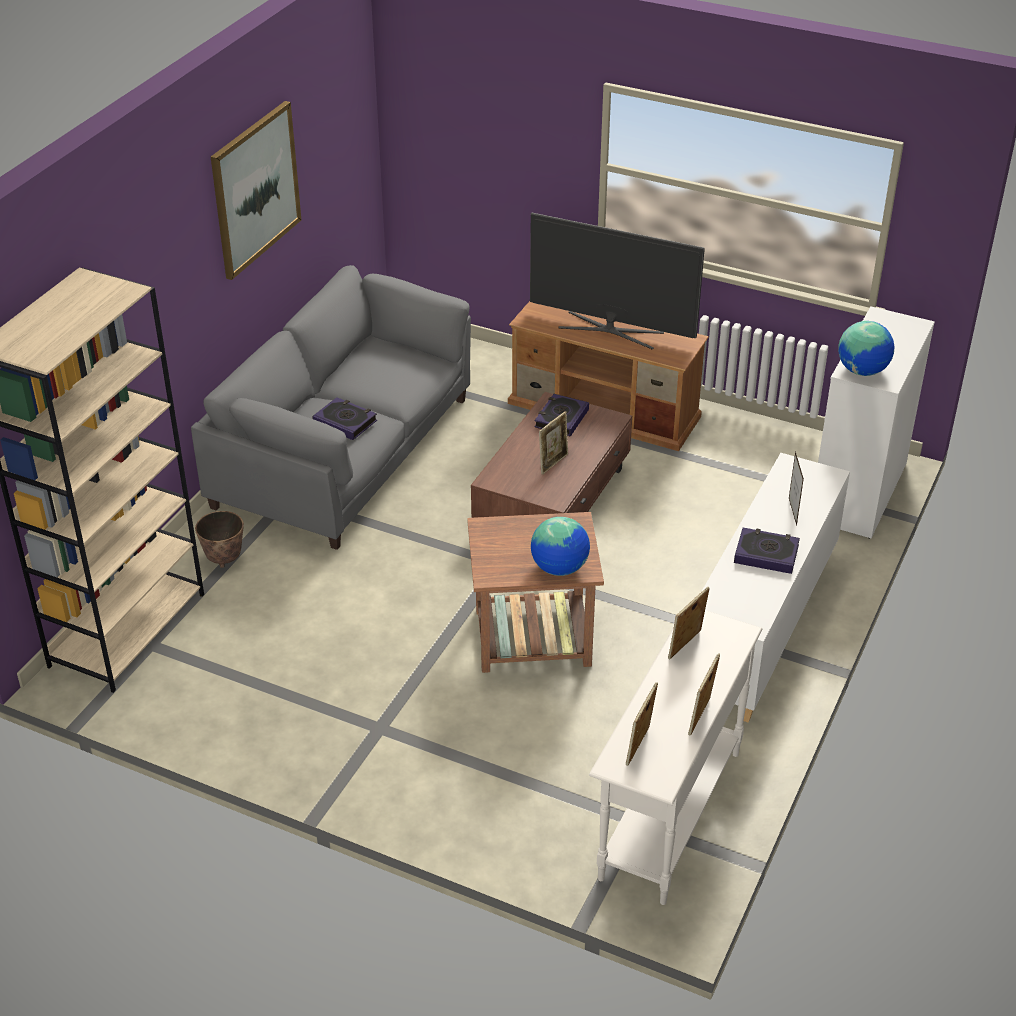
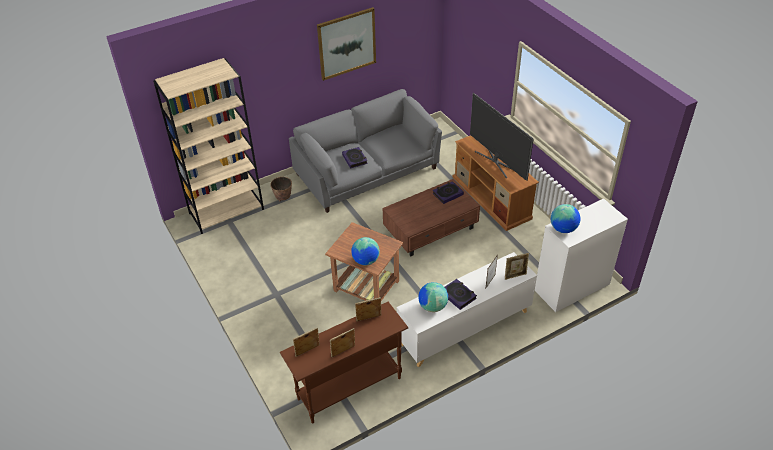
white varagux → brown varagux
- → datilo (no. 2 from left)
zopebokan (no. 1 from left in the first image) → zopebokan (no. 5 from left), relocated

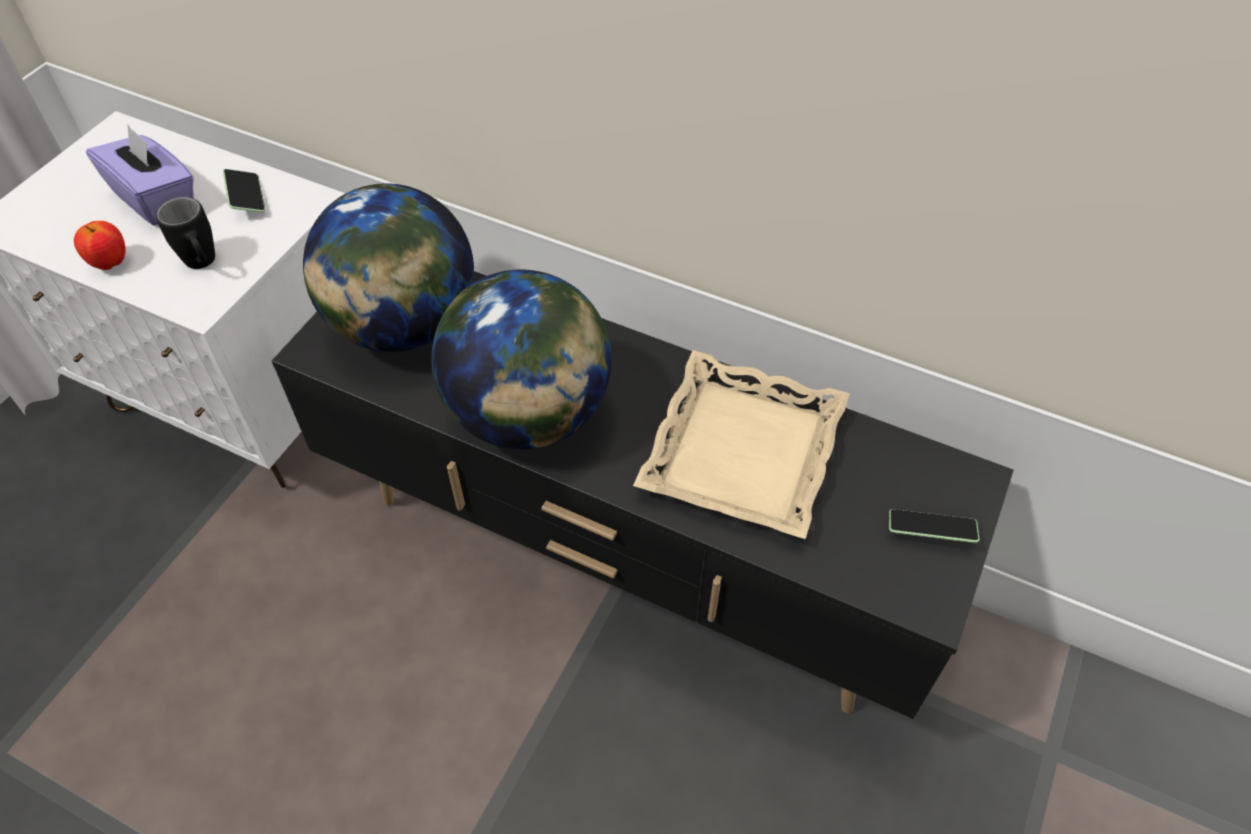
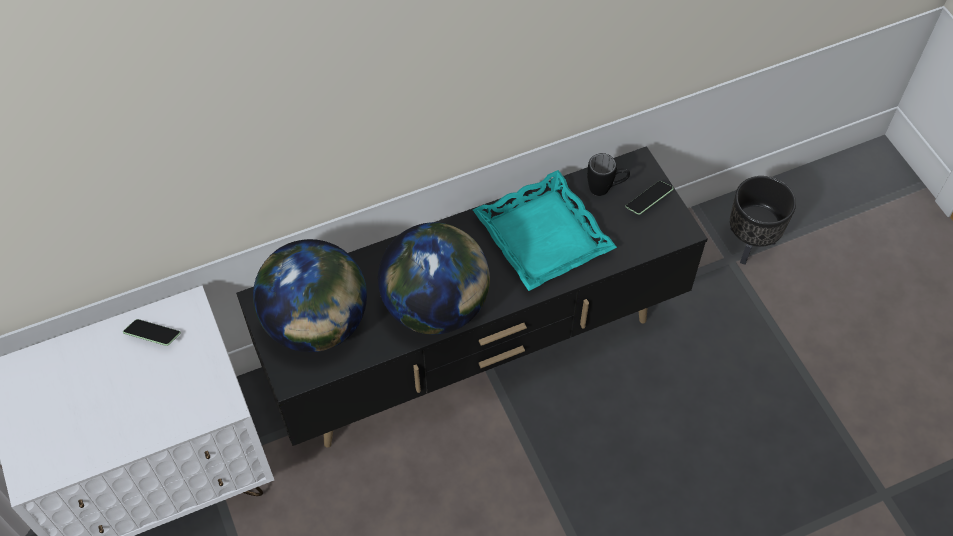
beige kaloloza → turquoise kaloloza
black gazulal, relocated
- → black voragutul
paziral → -
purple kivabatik → -

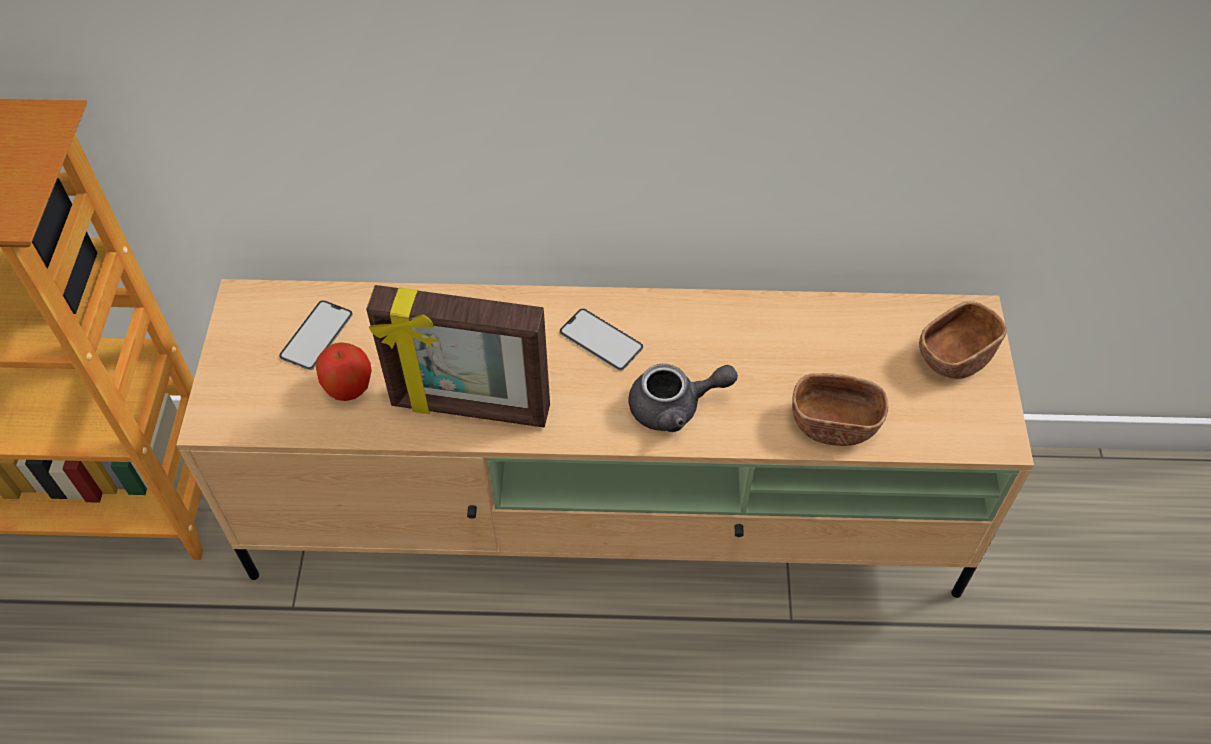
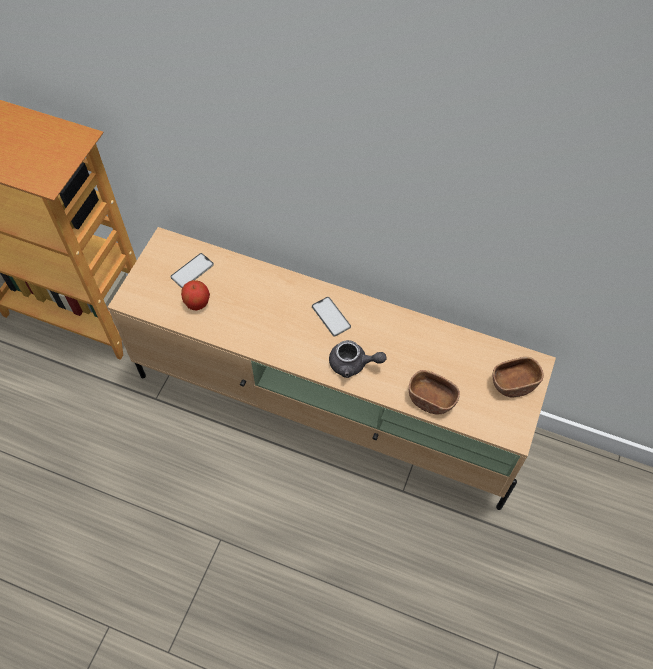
zopebokan → -

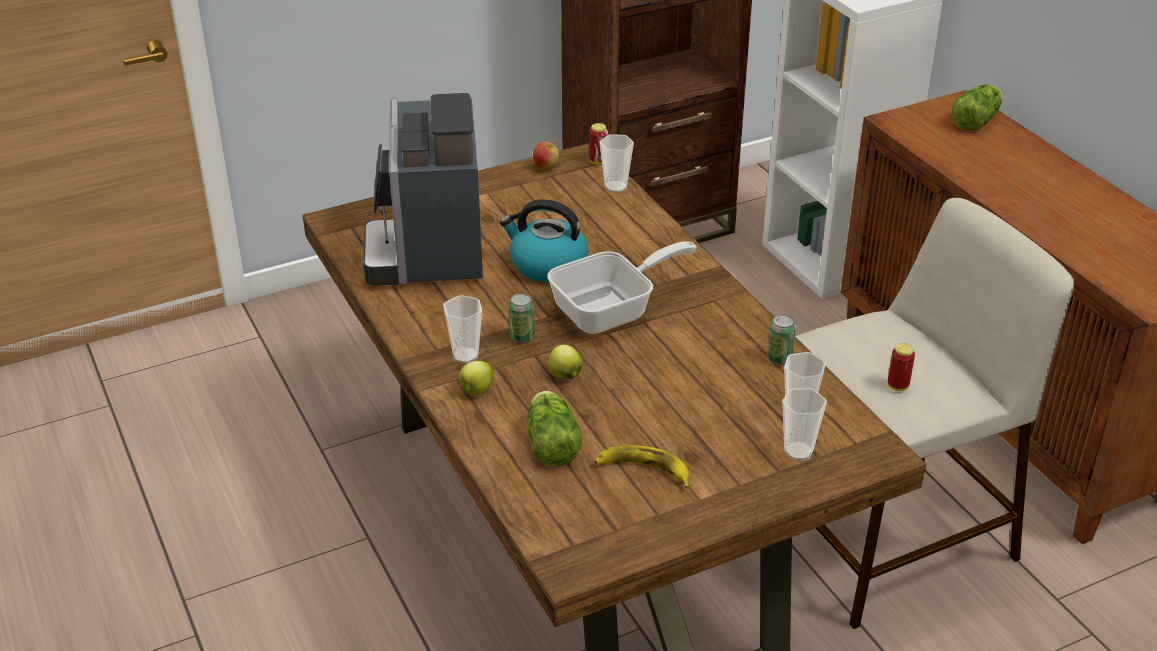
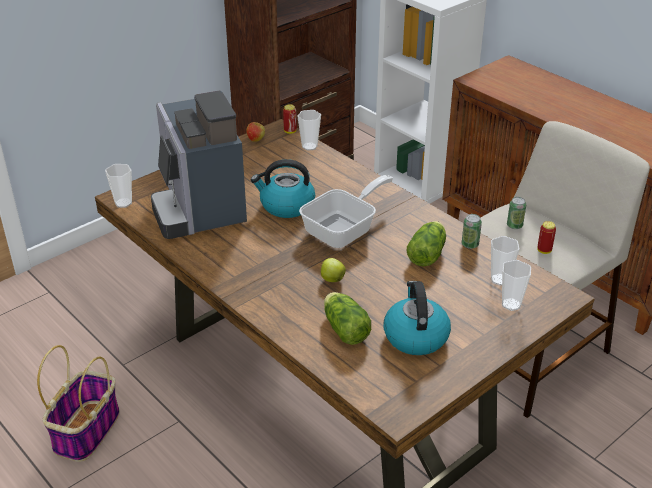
- → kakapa
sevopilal (no. 1 from left), relocated
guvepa → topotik (no. 2 from left)
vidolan (no. 2 from left), relocated
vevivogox (no. 1 from left in the first image) → vevivogox (no. 3 from left), relocated
paziral (no. 1 from left) → -

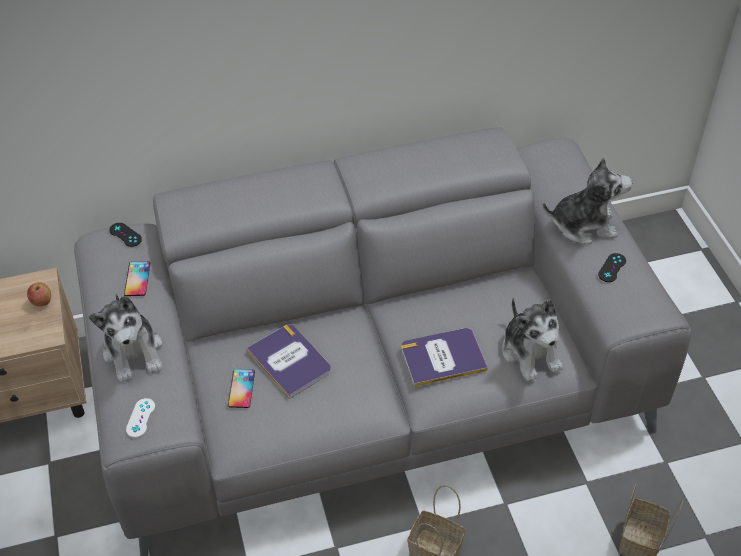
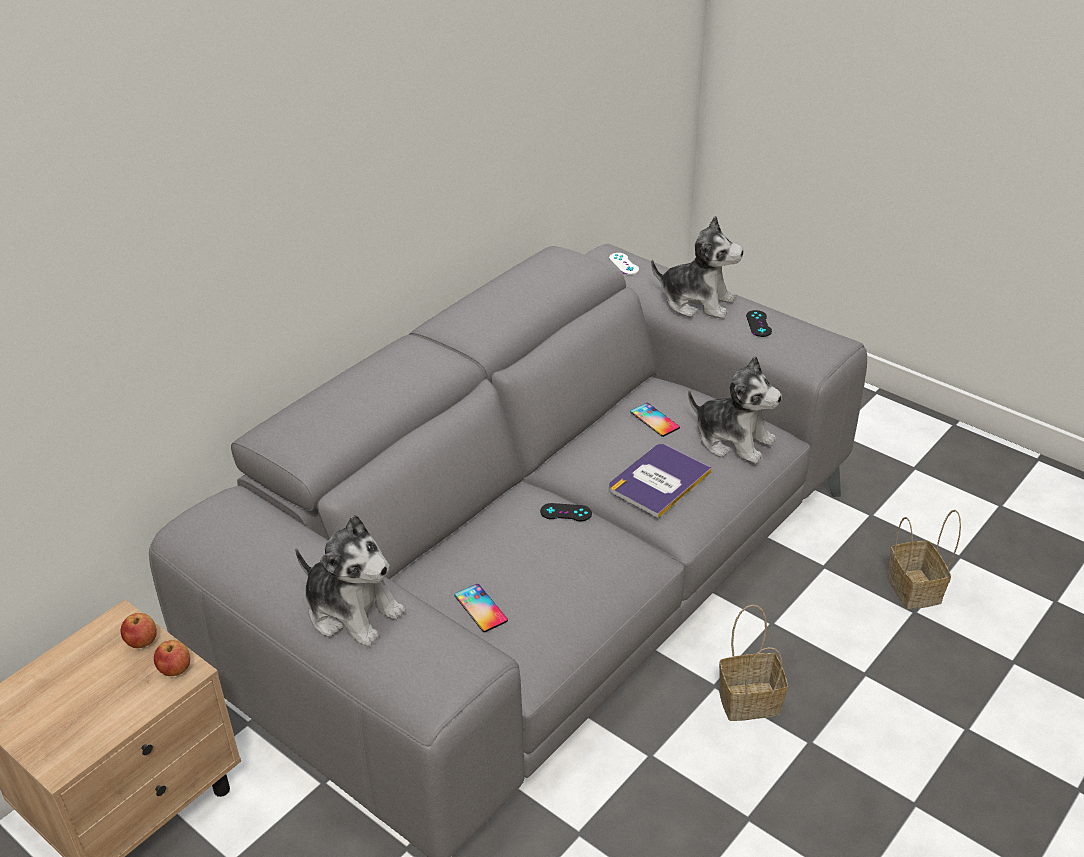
- → paziral (no. 2 from left)
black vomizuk (no. 1 from left), relocated
white vomizuk, relocated
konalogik (no. 1 from left in the first image) → konalogik (no. 2 from left), relocated
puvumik (no. 3 from left in the first image) → puvumik (no. 2 from left), 60 degrees clockwise
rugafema (no. 1 from left) → -

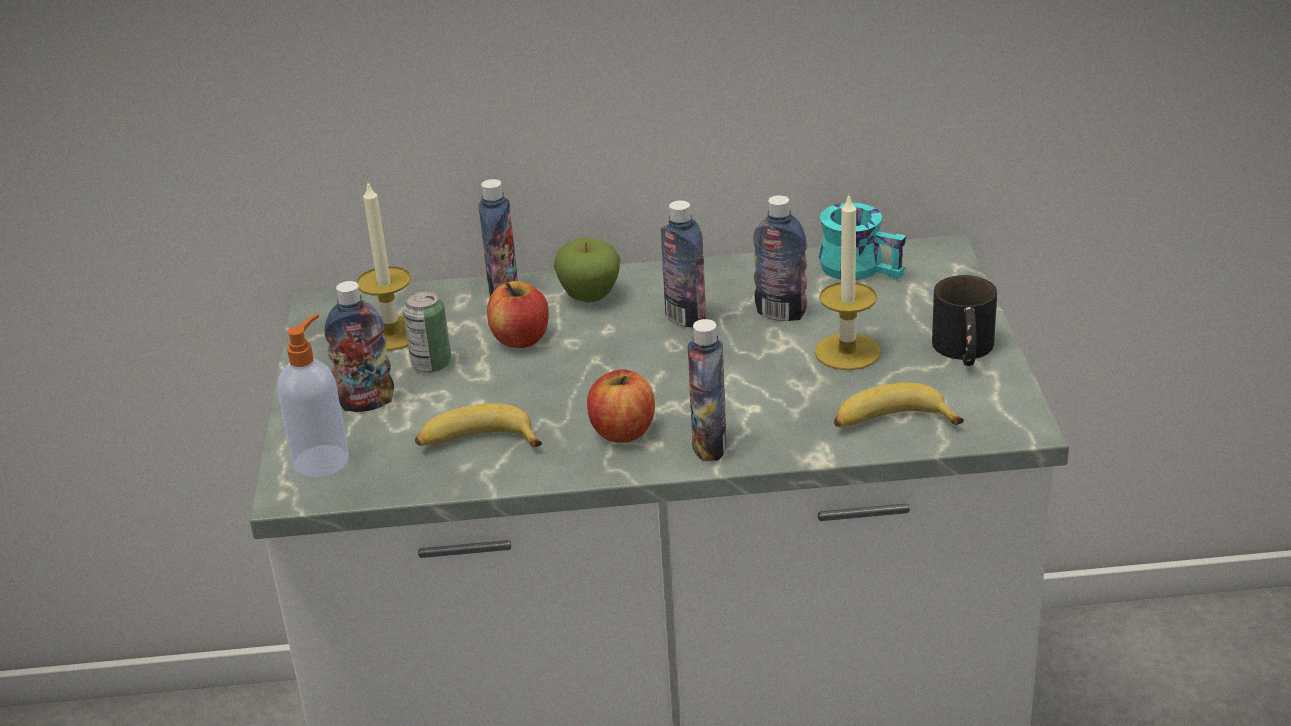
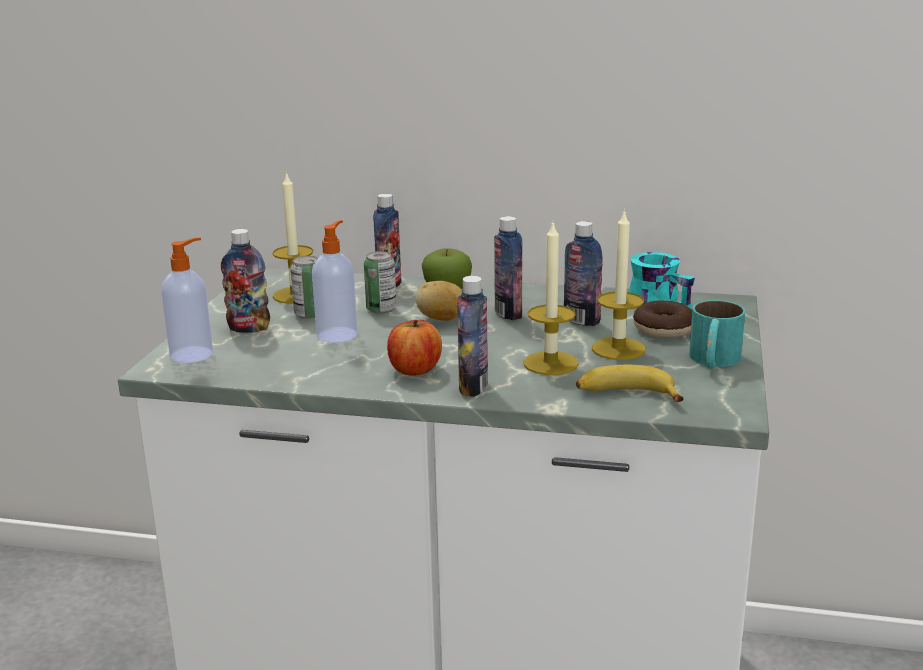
- → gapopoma (no. 2 from left)
paziral (no. 1 from left) → vevivogox (no. 2 from left)
- → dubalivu
- → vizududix (no. 2 from left)
- → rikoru
black gazulal → turquoise gazulal (no. 2 from left)
guvepa (no. 1 from left) → -

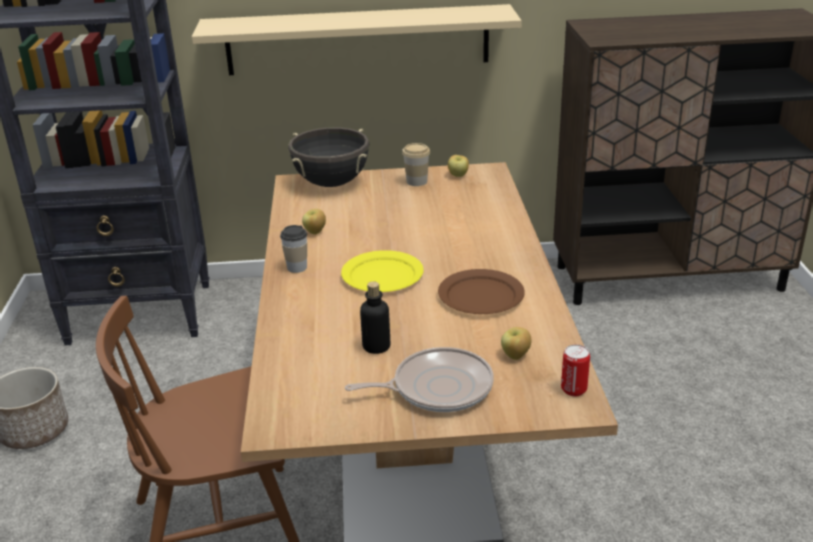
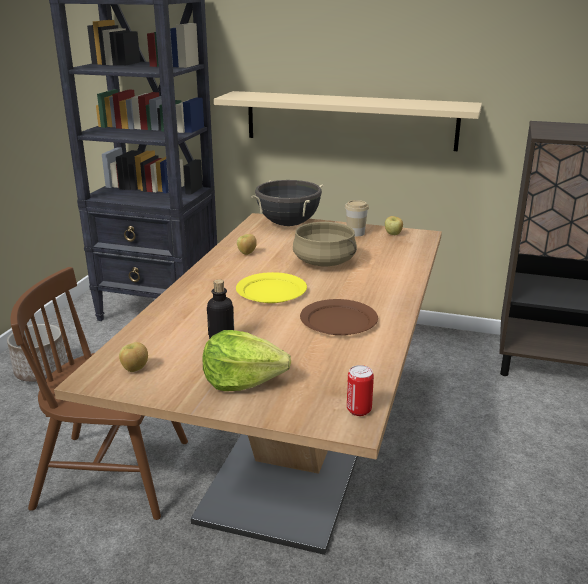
paziral (no. 3 from left in the first image) → paziral (no. 1 from left), relocated
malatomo → vidolan
- → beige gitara
sevopilal (no. 1 from left) → -

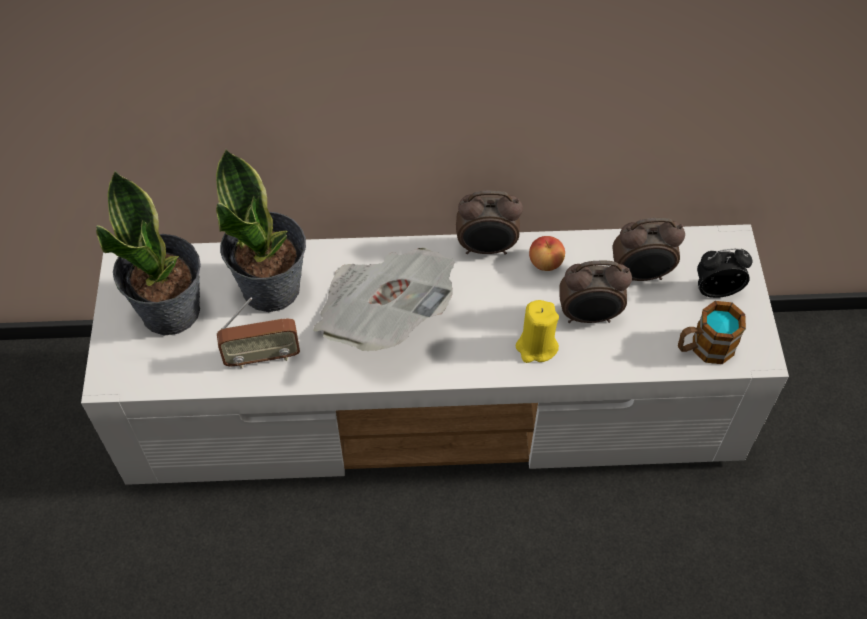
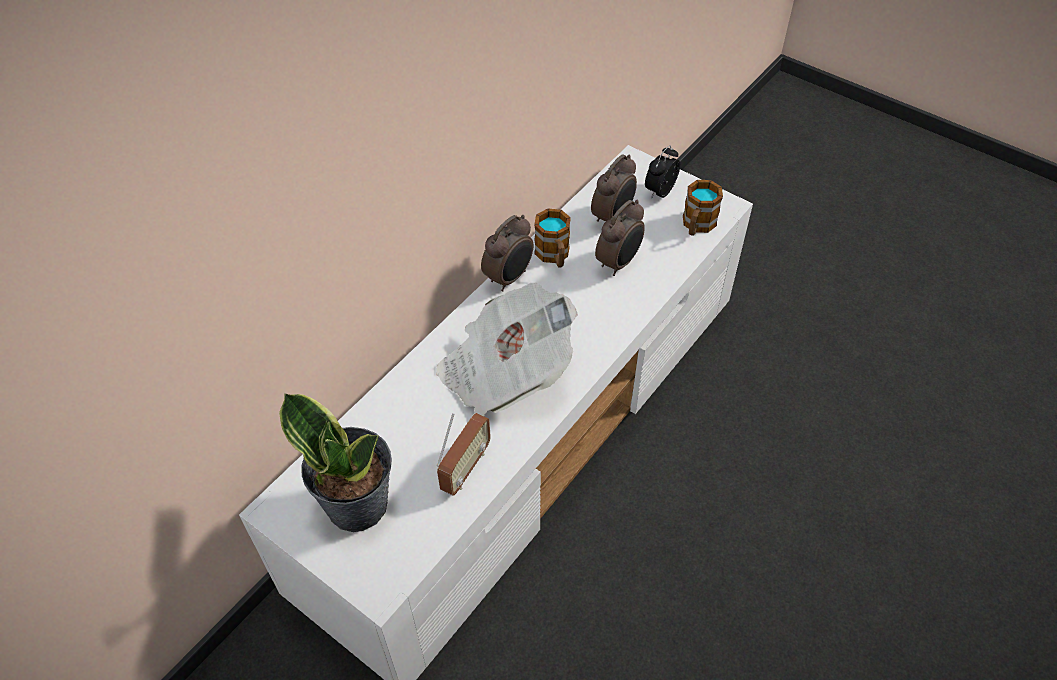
paziral → gazulal (no. 1 from left)
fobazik (no. 2 from left) → -
yellow vizududix → -

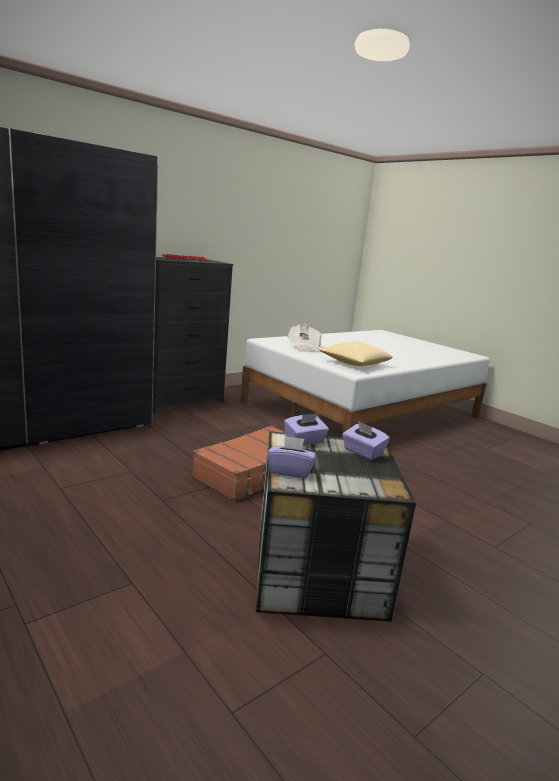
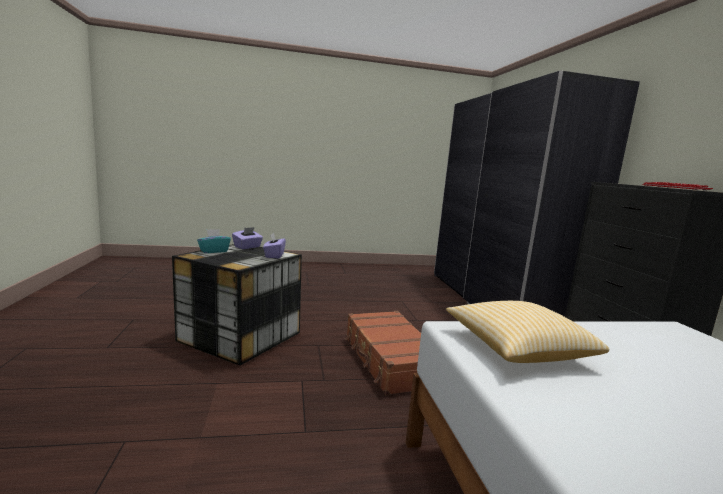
- → turquoise kivabatik
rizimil → -
purple kivabatik (no. 3 from left) → -

